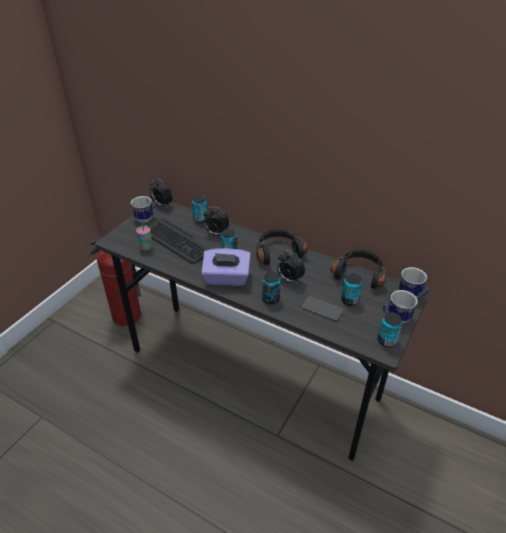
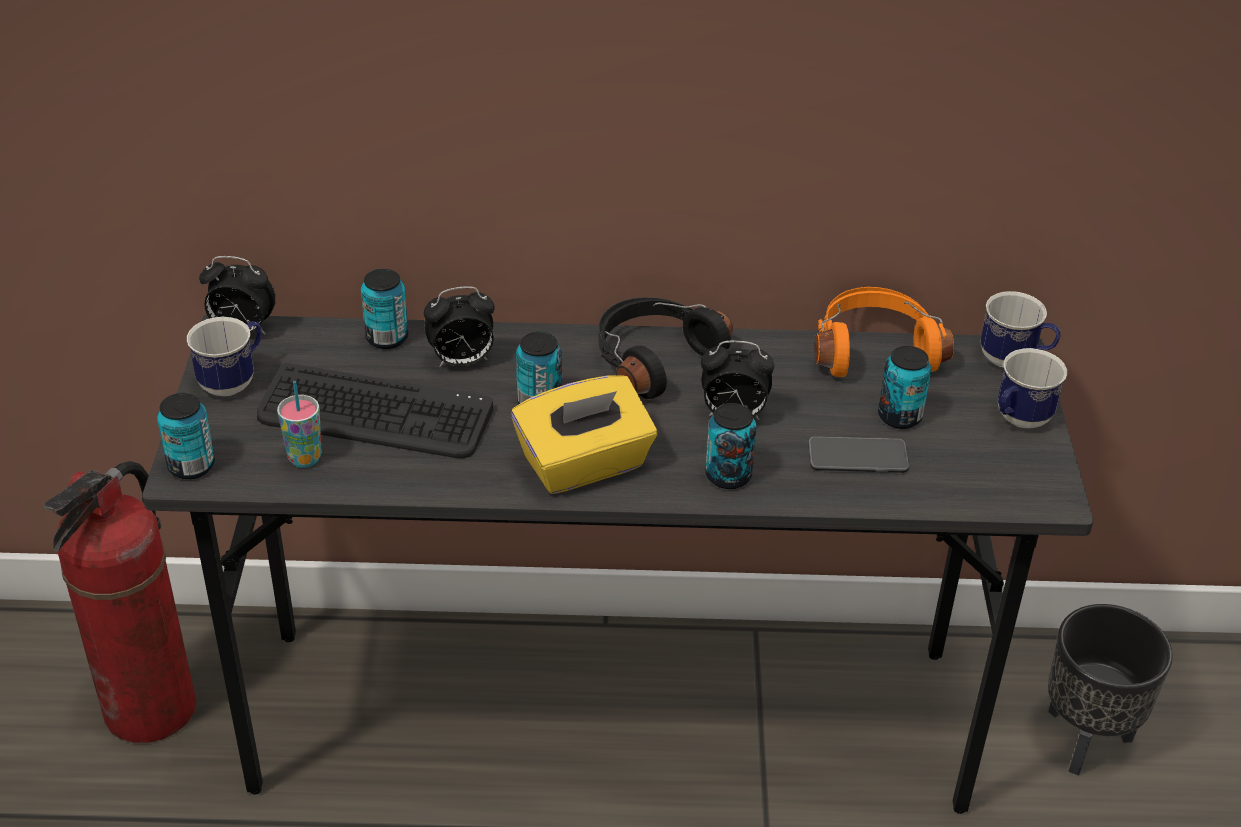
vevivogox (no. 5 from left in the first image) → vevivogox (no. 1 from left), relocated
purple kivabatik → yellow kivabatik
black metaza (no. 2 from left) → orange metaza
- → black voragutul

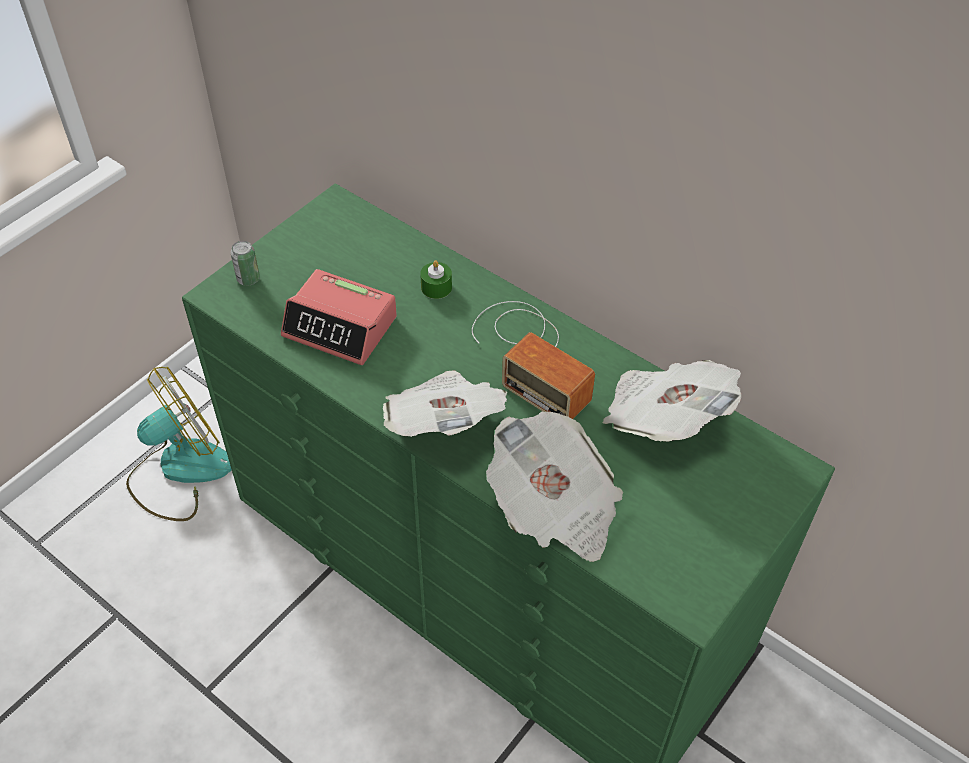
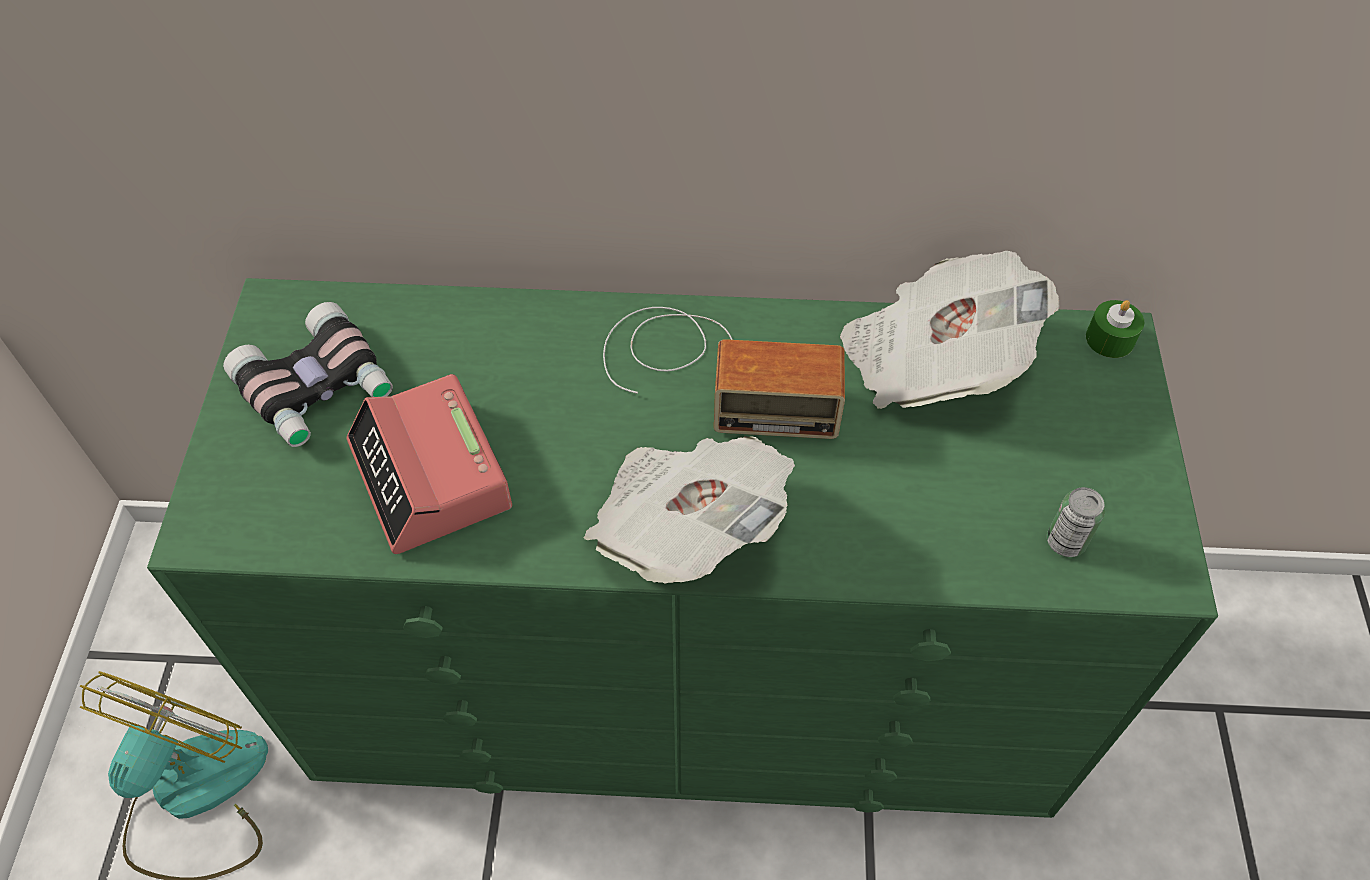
- → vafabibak
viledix, 75 degrees clockwise
vevivogox, relocated
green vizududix, relocated
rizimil (no. 2 from left) → -

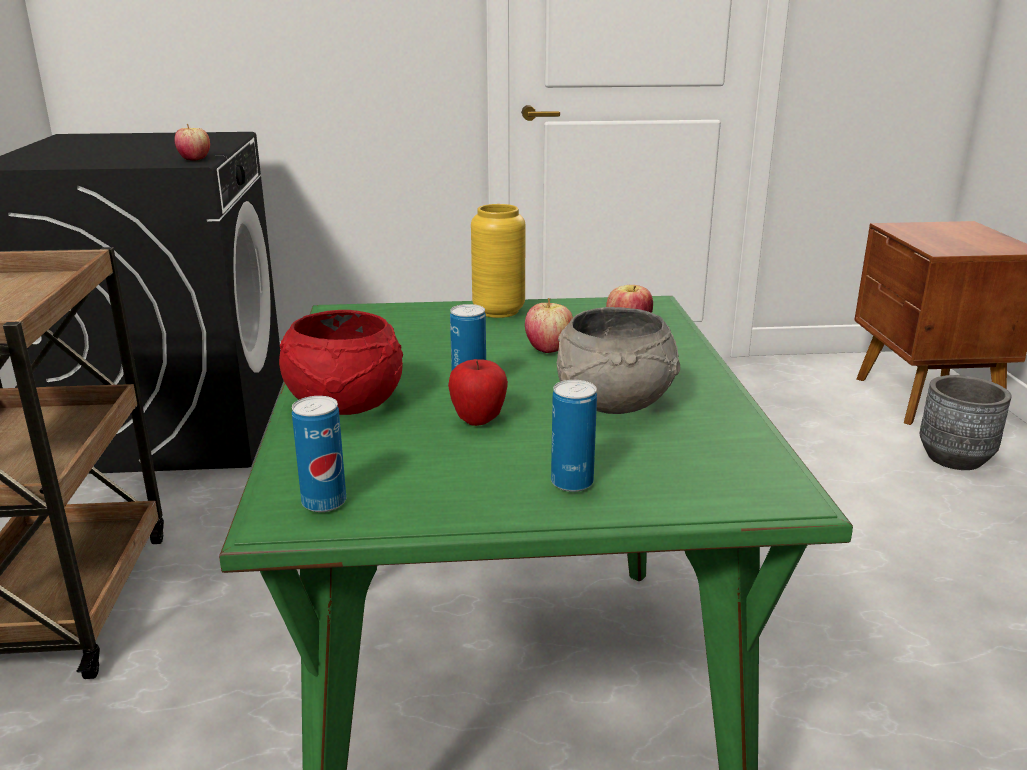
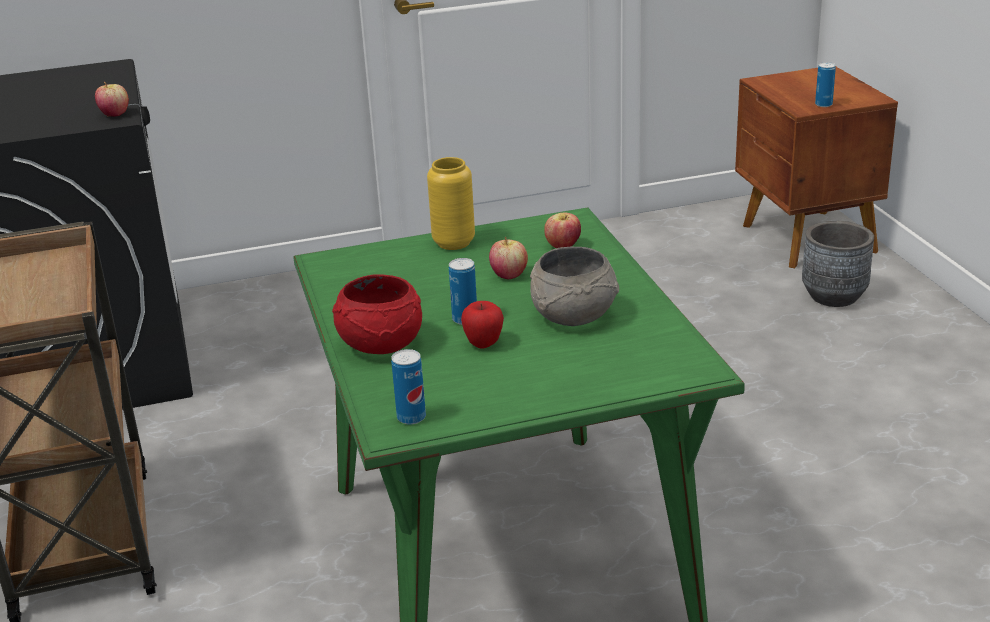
vevivogox (no. 3 from left), relocated

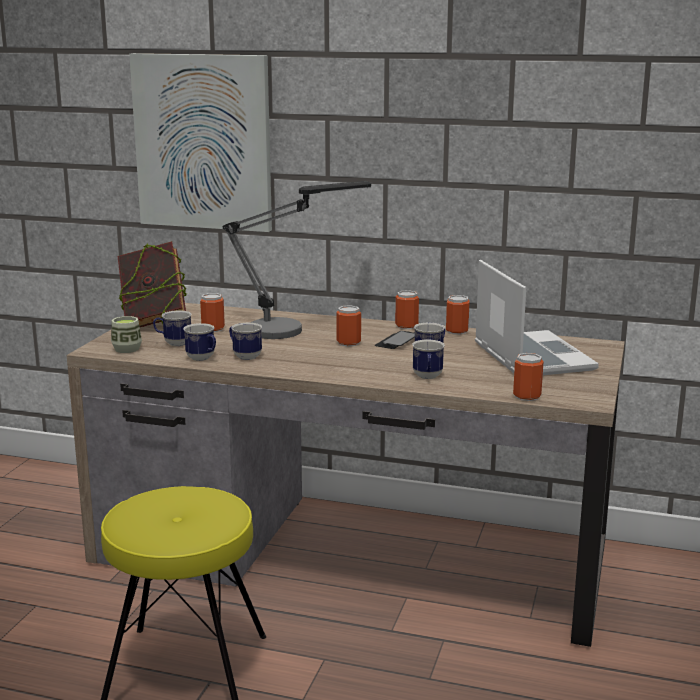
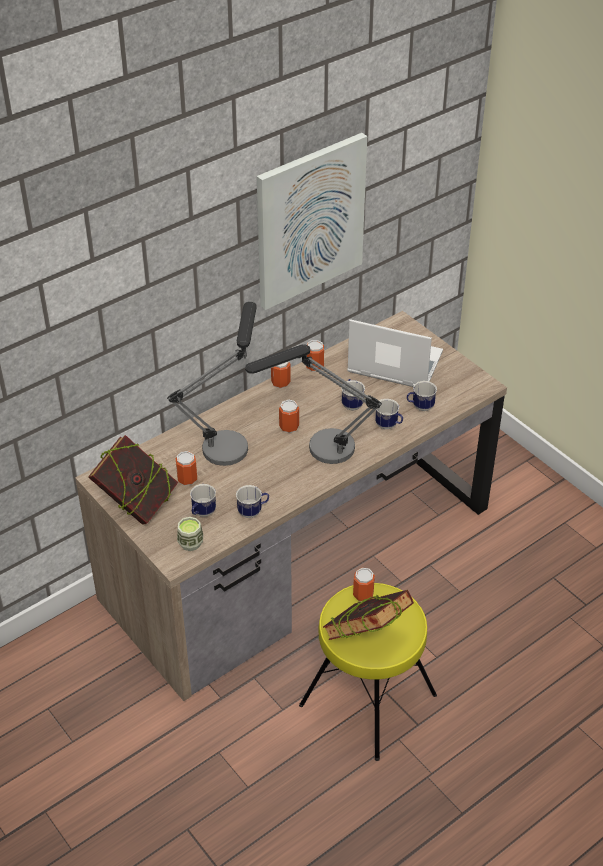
- → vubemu (no. 2 from left)
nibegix, relocated
- → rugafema (no. 2 from left)
vevivogox (no. 5 from left), relocated
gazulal (no. 3 from left in the first image) → gazulal (no. 5 from left), relocated
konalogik → -

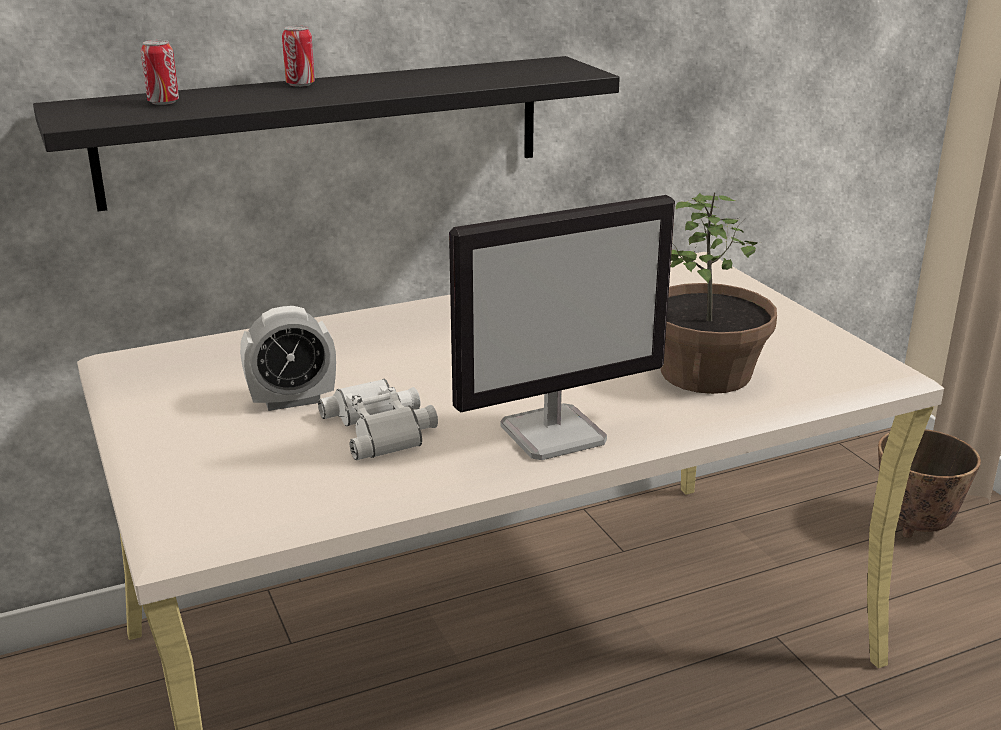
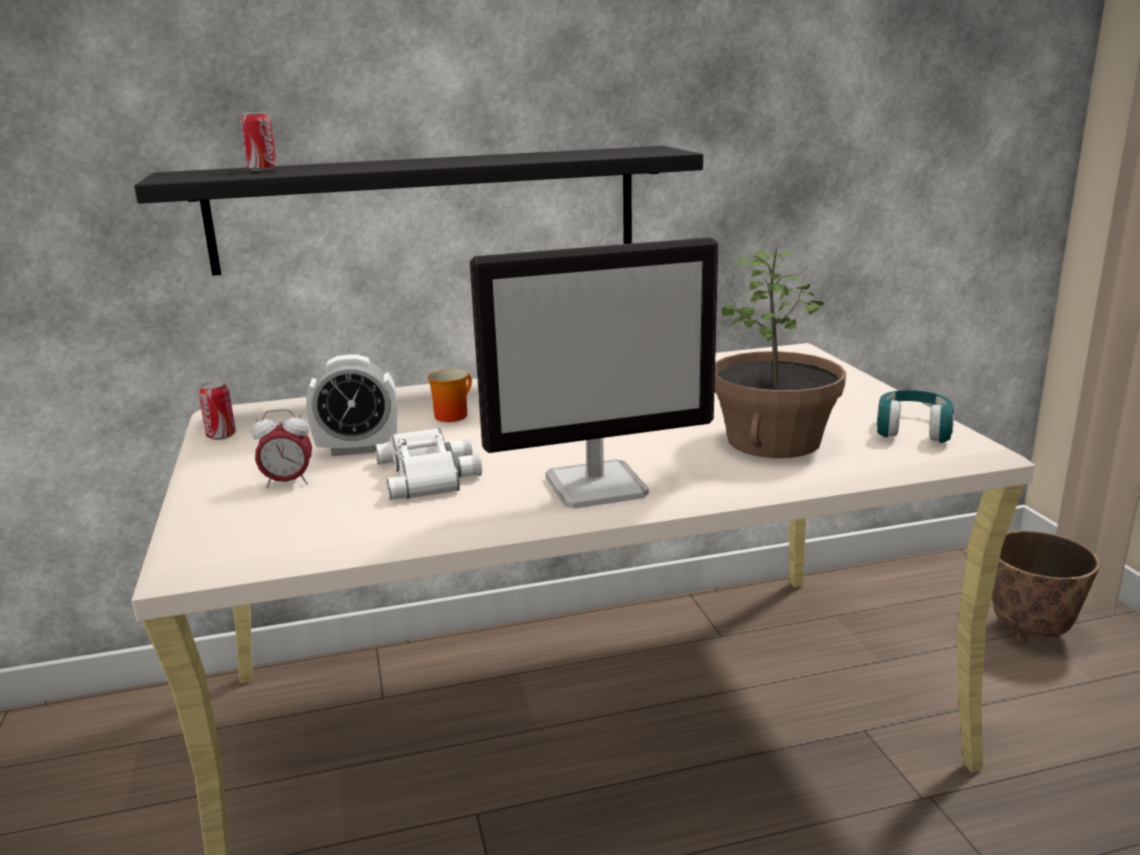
vevivogox (no. 2 from left in the first image) → vevivogox (no. 1 from left), relocated
- → viledix (no. 1 from left)
- → gazulal
- → turquoise metaza

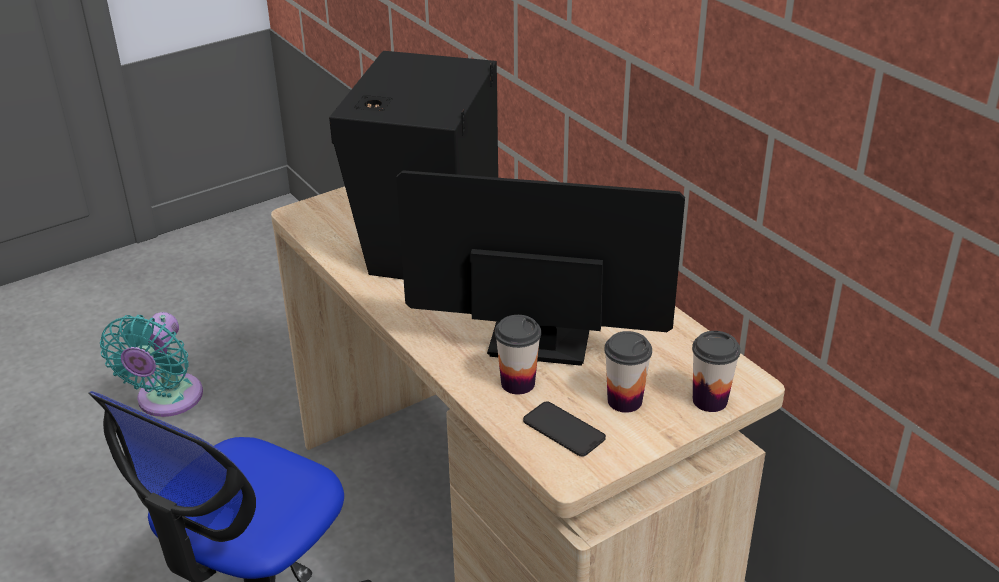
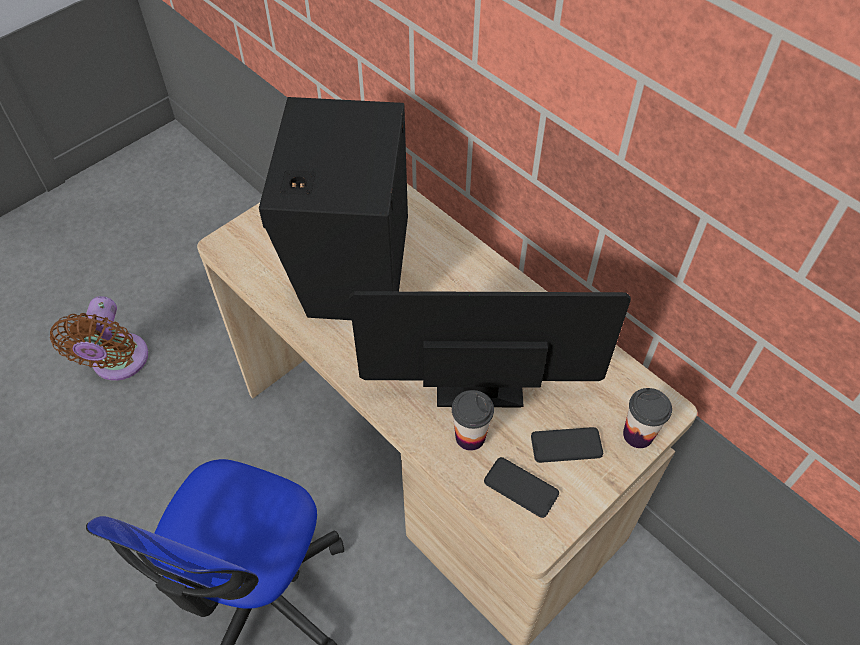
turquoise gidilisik → brown gidilisik
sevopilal (no. 2 from left) → konalogik (no. 2 from left)

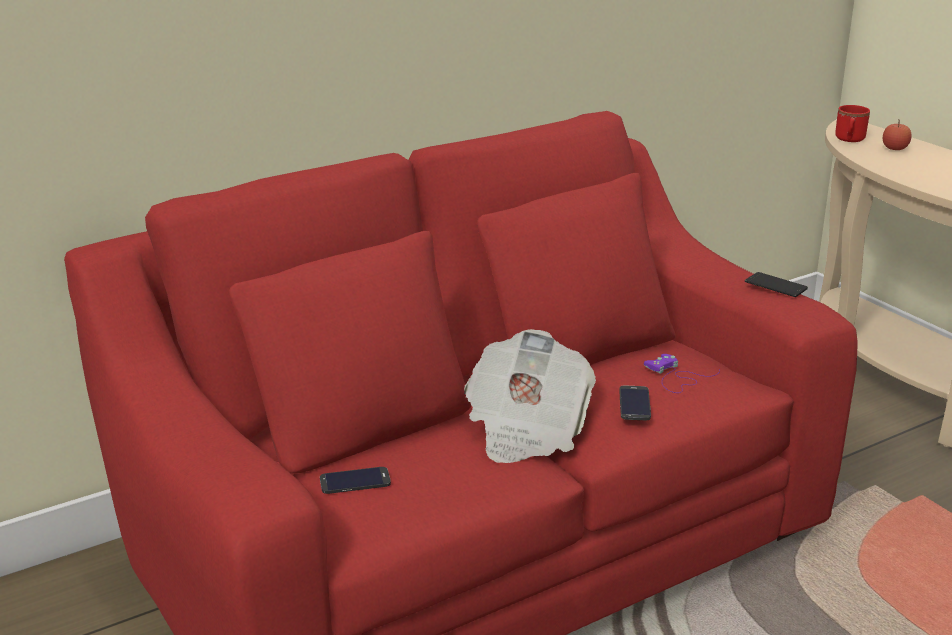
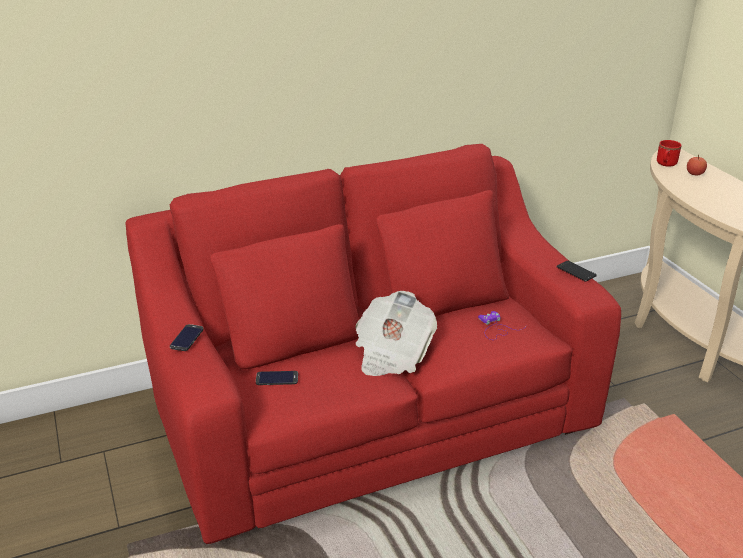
konalogik (no. 2 from left in the first image) → konalogik (no. 1 from left), relocated

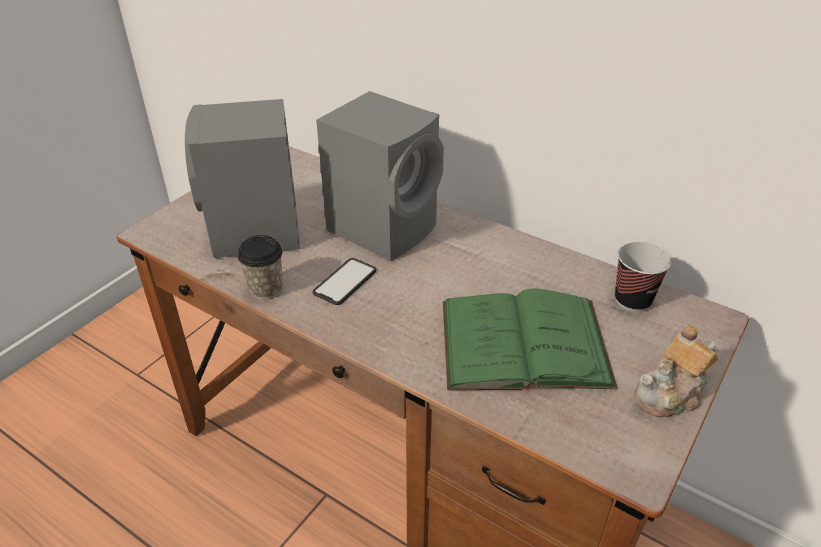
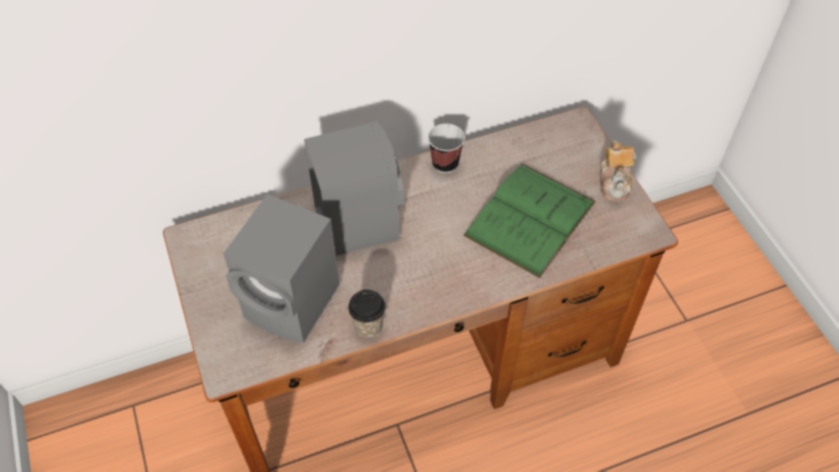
sevopilal (no. 2 from left), relocated
konalogik → -

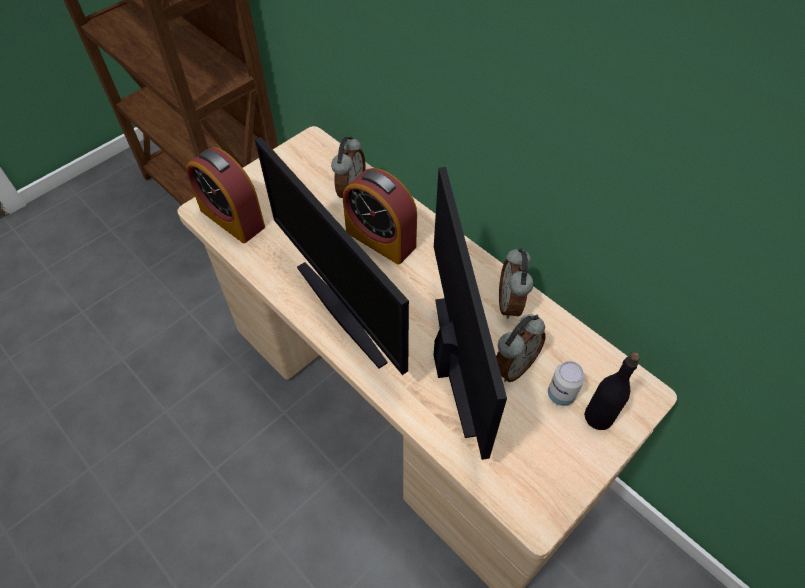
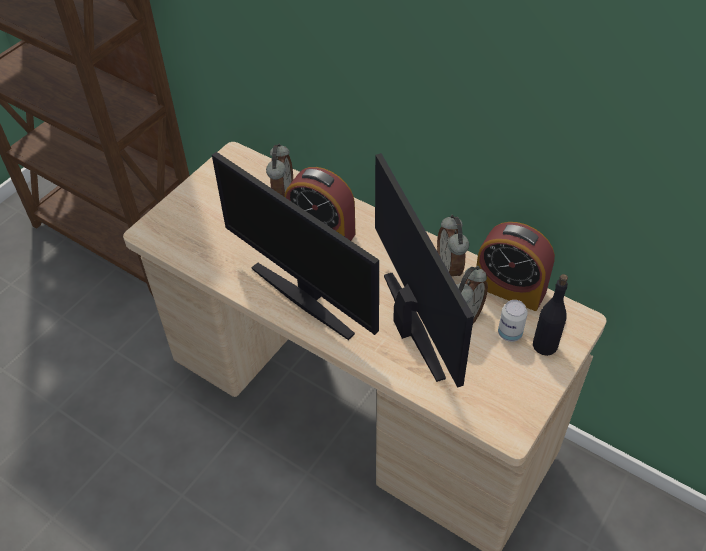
viledix (no. 1 from left in the first image) → viledix (no. 5 from left), relocated

